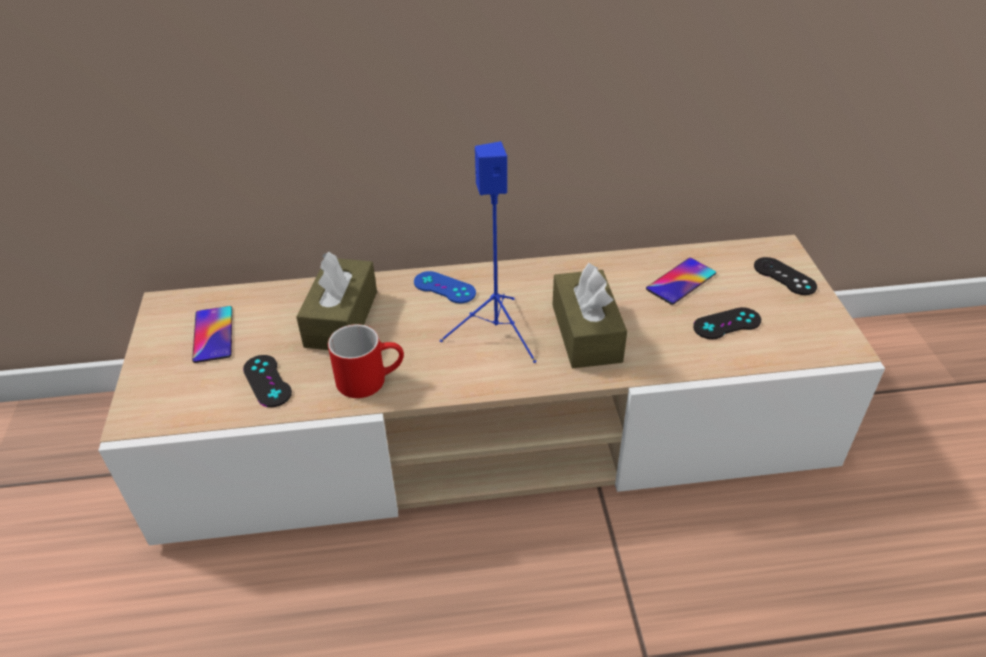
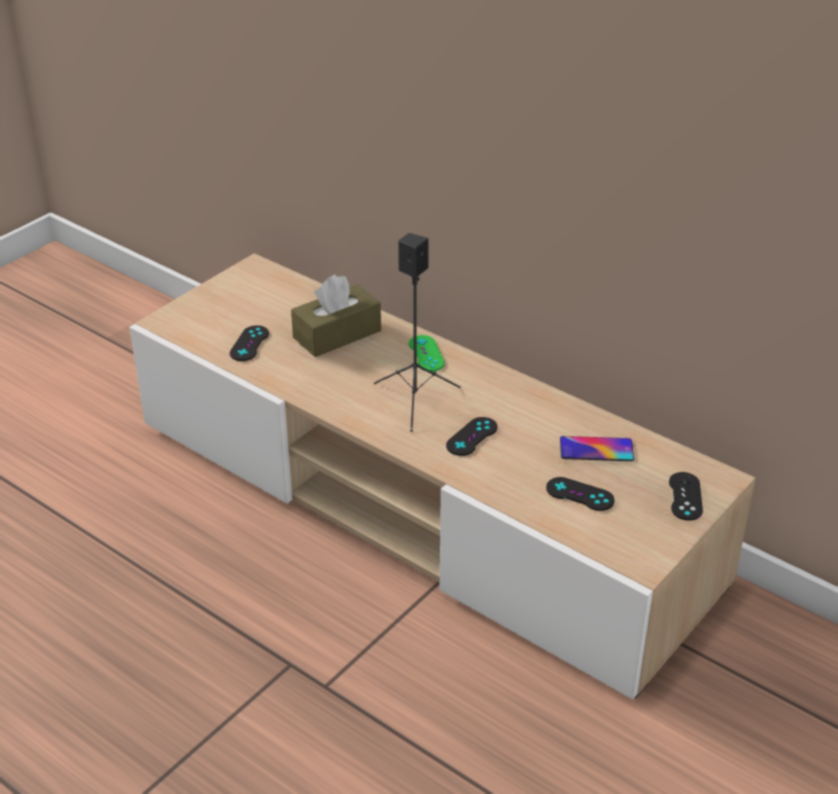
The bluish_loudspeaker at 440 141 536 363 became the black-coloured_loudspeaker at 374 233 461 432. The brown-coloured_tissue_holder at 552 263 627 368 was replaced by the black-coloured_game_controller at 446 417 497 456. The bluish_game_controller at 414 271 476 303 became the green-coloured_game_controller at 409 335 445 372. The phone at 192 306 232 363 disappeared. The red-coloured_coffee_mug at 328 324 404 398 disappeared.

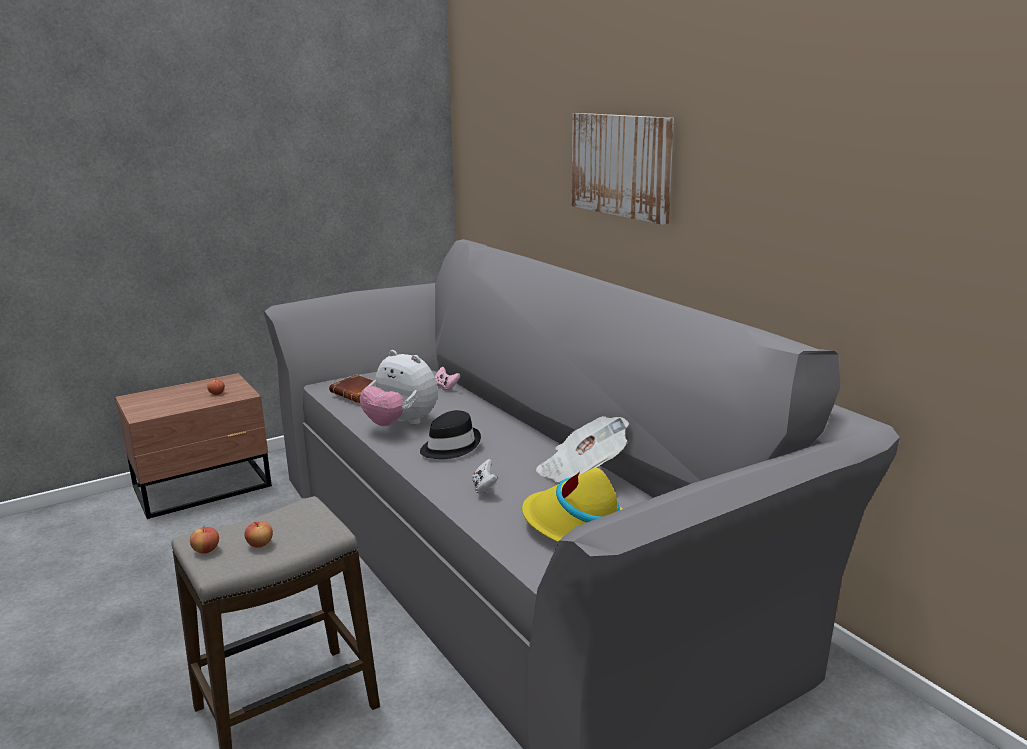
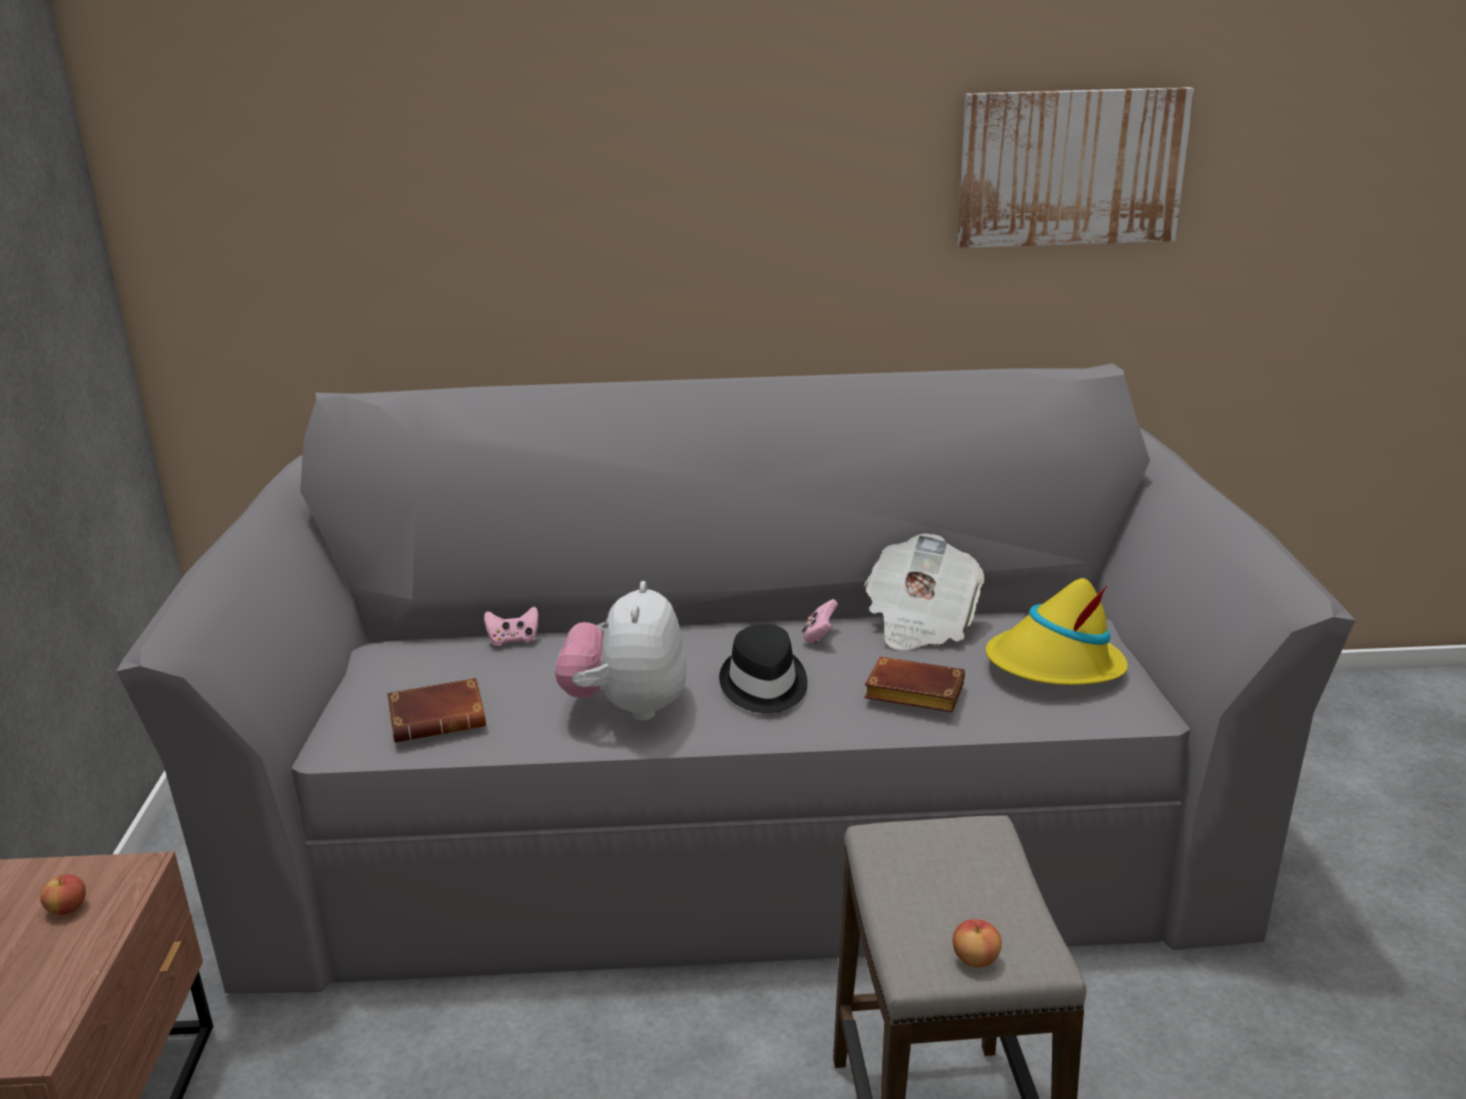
The picture moved from 572 113 674 225 to 958 87 1194 248. The cuddly_toy at 360 350 438 426 turned 120 degrees clockwise. The white-coloured_game_controller at 472 459 498 494 was replaced by the brown-coloured_book at 864 657 965 712. The whole_apple at 244 521 273 548 disappeared. The pinkish_game_controller at 802 599 838 644 appeared.

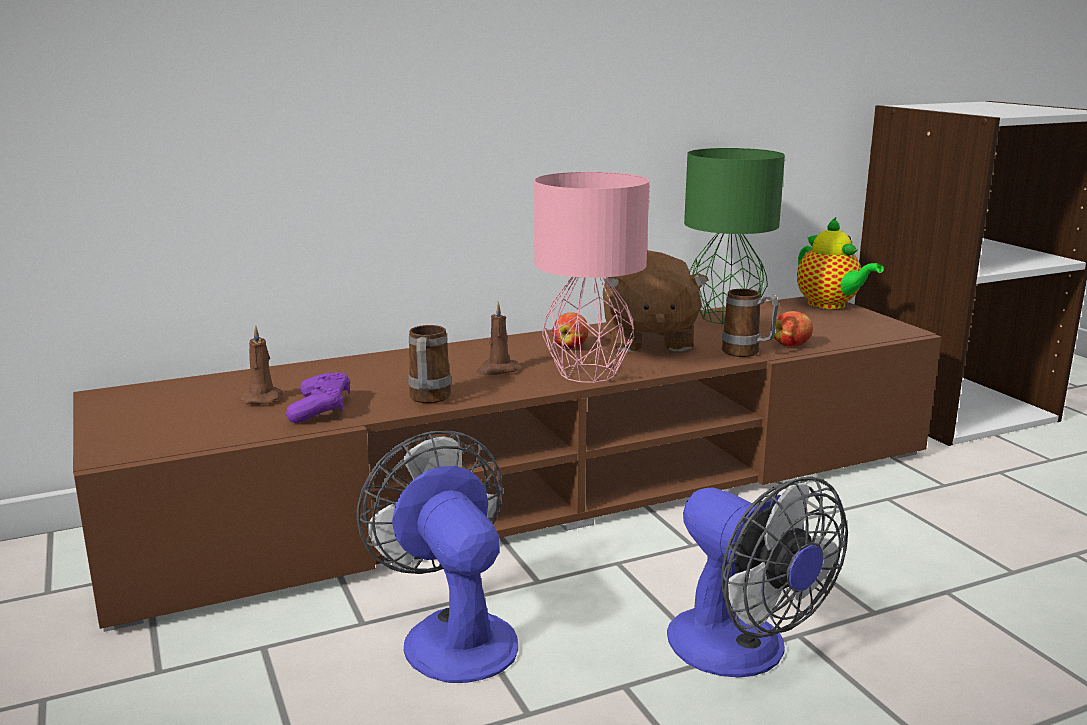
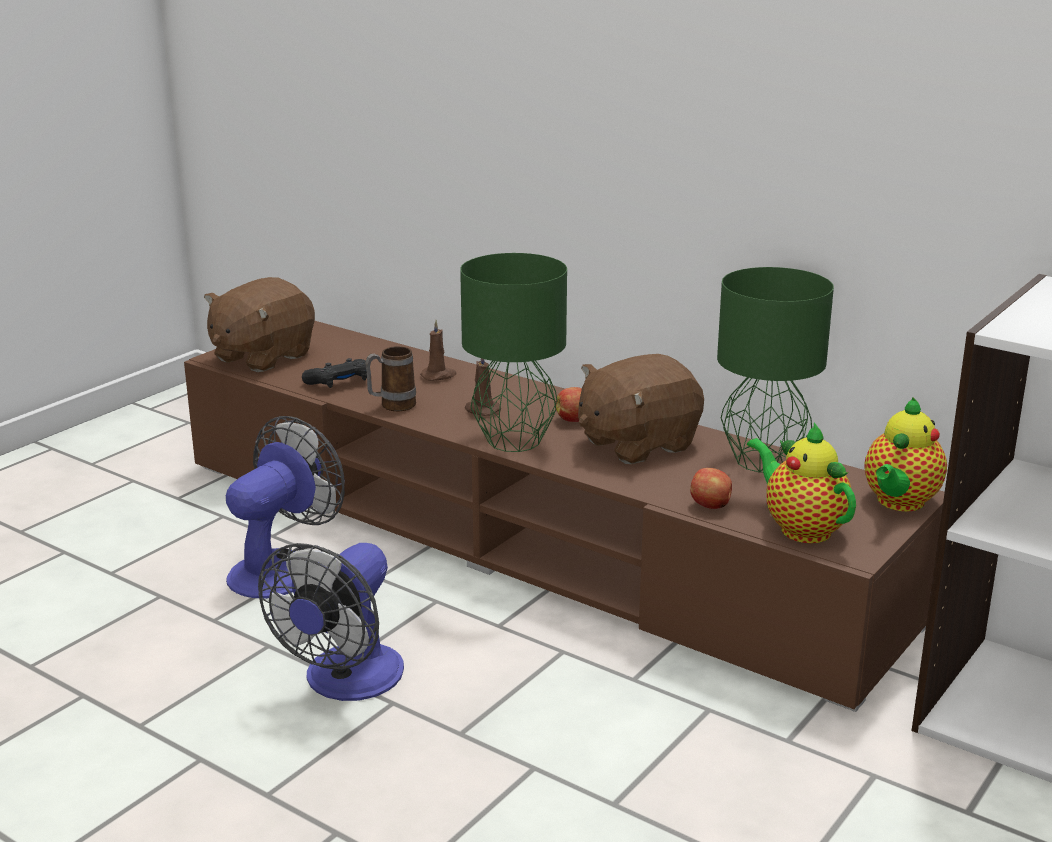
The pinkish_lamp_for_a_table at 534 172 649 383 became the green-coloured_lamp_for_a_table at 460 253 567 452. The coffee_mug at 722 289 779 357 disappeared. The brown-coloured_wax_candle moved from 240 325 283 404 to 420 320 457 381. The purplish_game_controller at 286 373 350 423 became the black-coloured_game_controller at 302 358 367 388. The brown-coloured_cuddly_toy at 204 277 315 372 appeared. The teapot at 747 422 856 543 appeared.

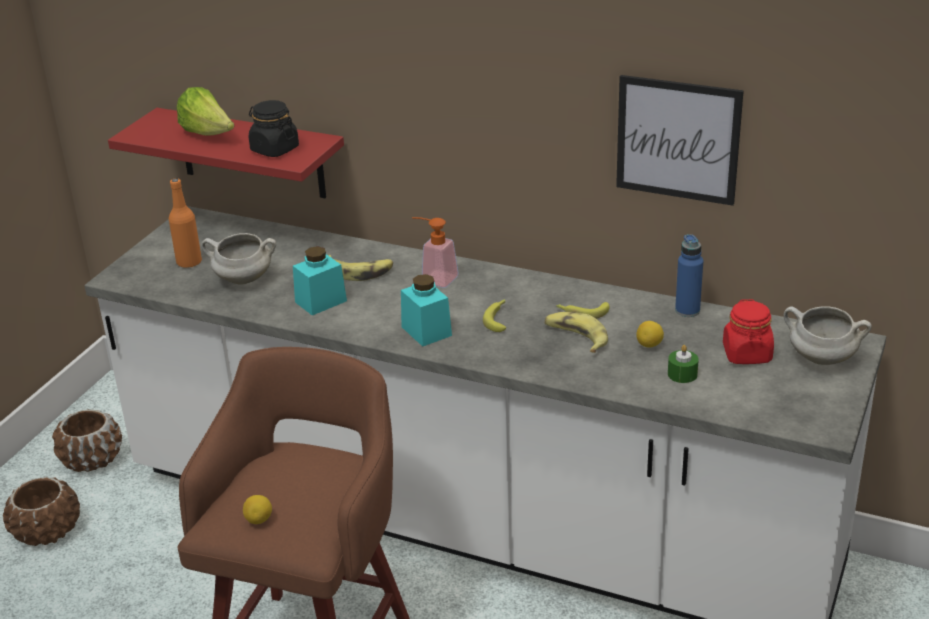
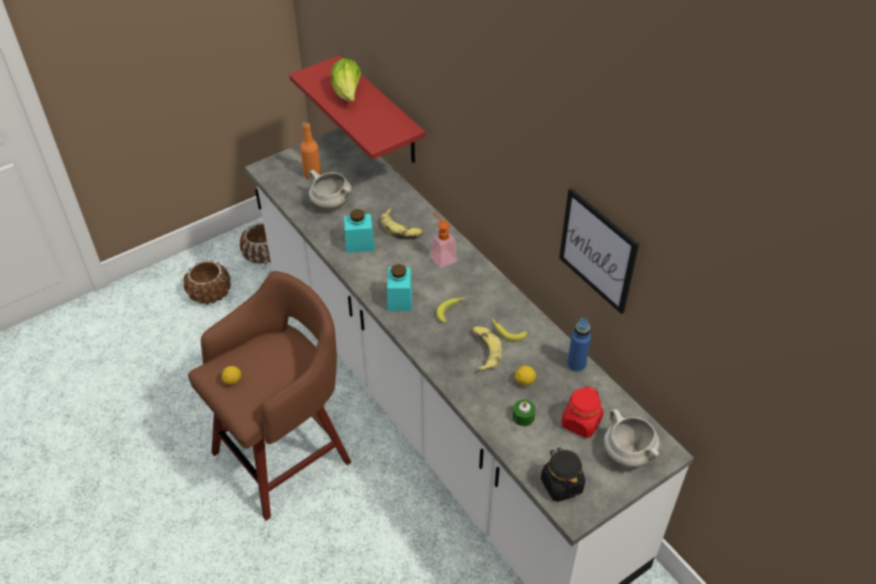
The black-coloured_preserve_jar moved from 249 100 299 157 to 541 447 585 502.

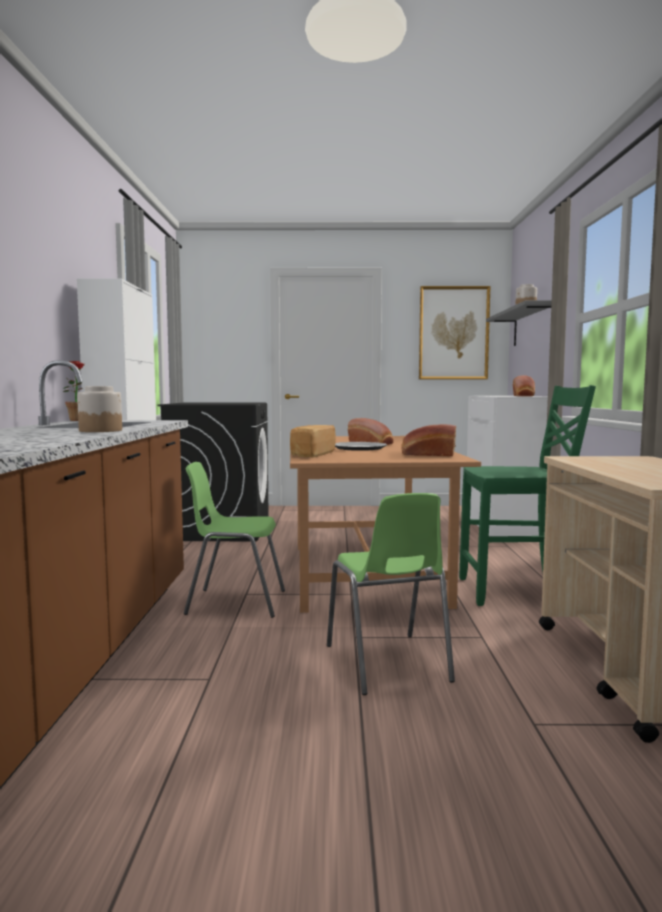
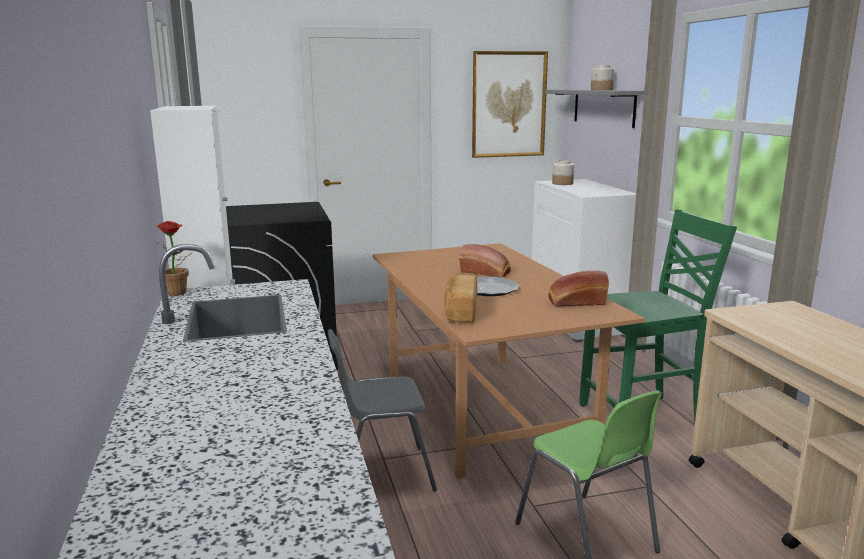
The bread at 513 375 535 396 disappeared. The preserve_jar moved from 77 386 122 432 to 552 160 574 185. The green-coloured_upright_chair at 184 462 285 618 became the gray_upright_chair at 328 329 437 491.

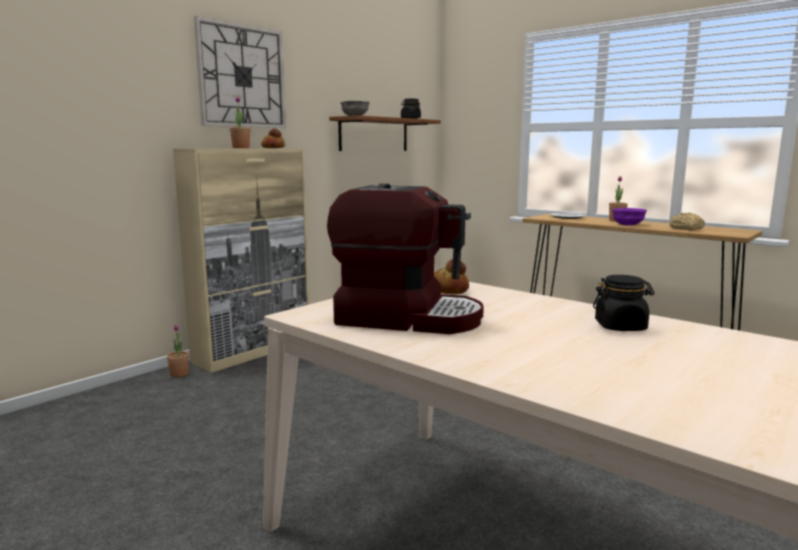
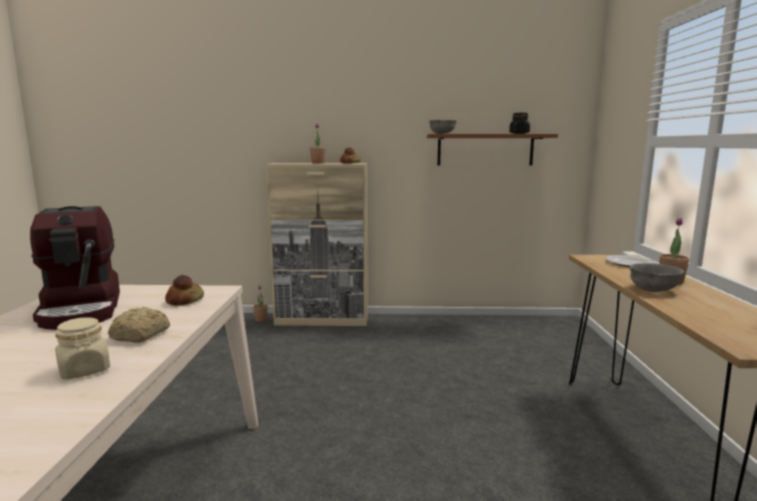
The wall_clock at 194 16 286 128 disappeared. The purplish_serving_bowl at 612 208 647 226 became the gray_serving_bowl at 630 263 684 292. The bread moved from 670 213 705 231 to 108 307 170 343. The black-coloured_preserve_jar at 593 275 654 331 became the beige-coloured_preserve_jar at 55 317 110 379.

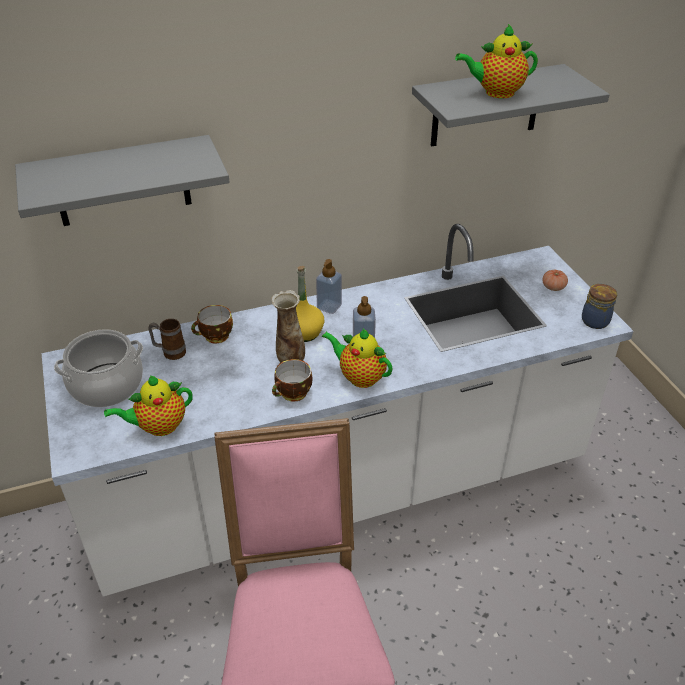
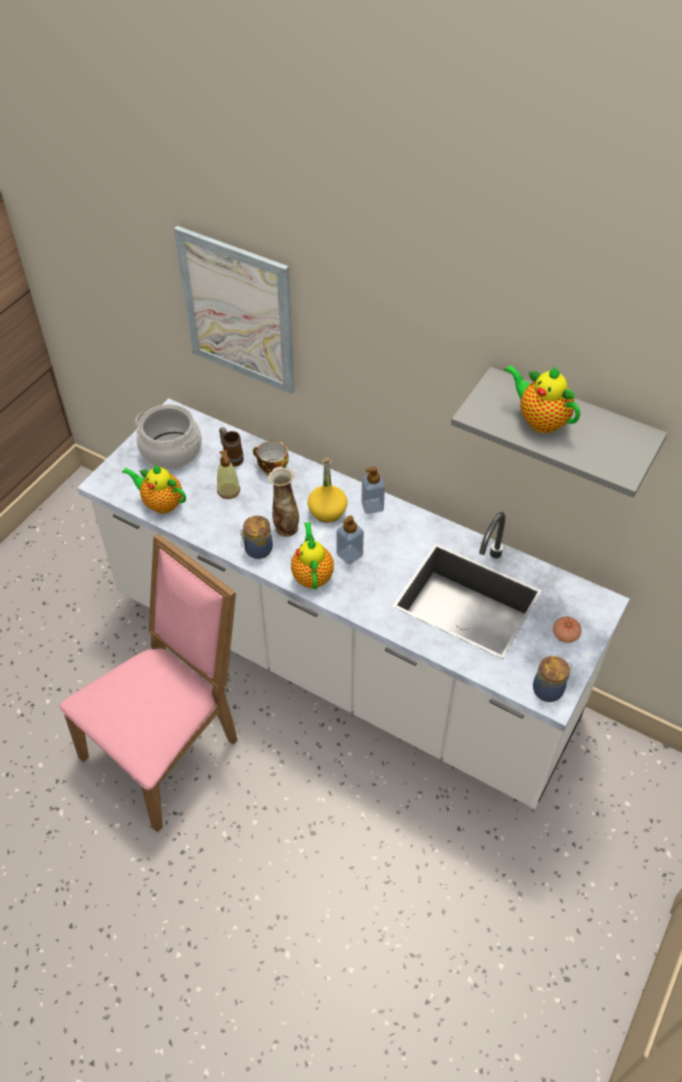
The gray_wall_shelf at 15 135 229 226 was replaced by the picture at 174 226 295 394. The small_cup at 272 359 312 402 was replaced by the preserve_jar at 240 516 273 559. The soap_bottle at 217 450 240 499 appeared.

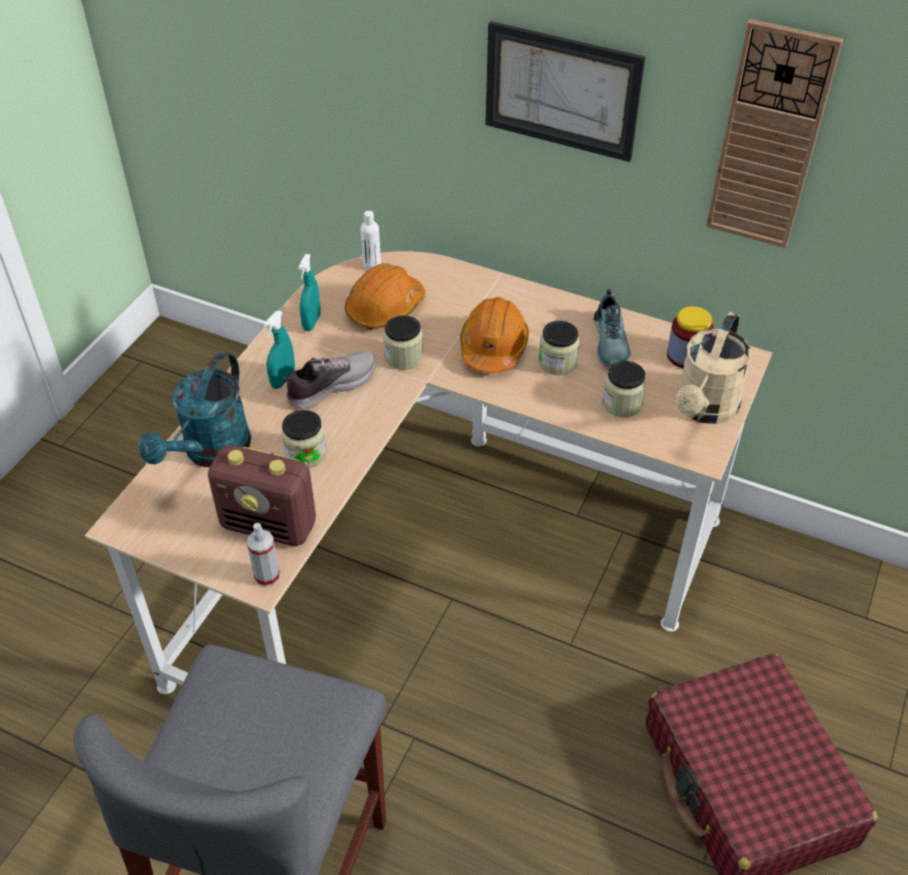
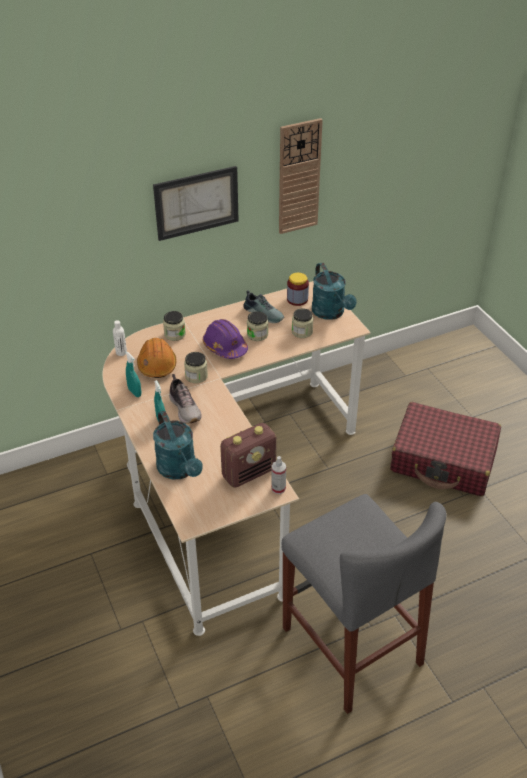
The orangey_safety_helmet at 460 297 529 373 became the purplish_safety_helmet at 203 319 248 359. The beige-coloured_sprinkling_can at 675 312 752 424 became the blue-green_sprinkling_can at 312 263 357 320. The low_shoe at 282 351 376 409 turned 150 degrees clockwise. The preserve_jar moved from 281 410 327 468 to 163 311 186 341.

